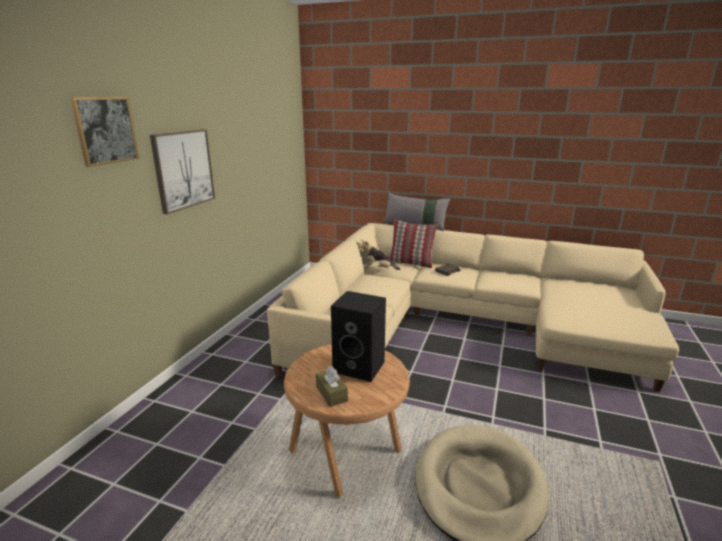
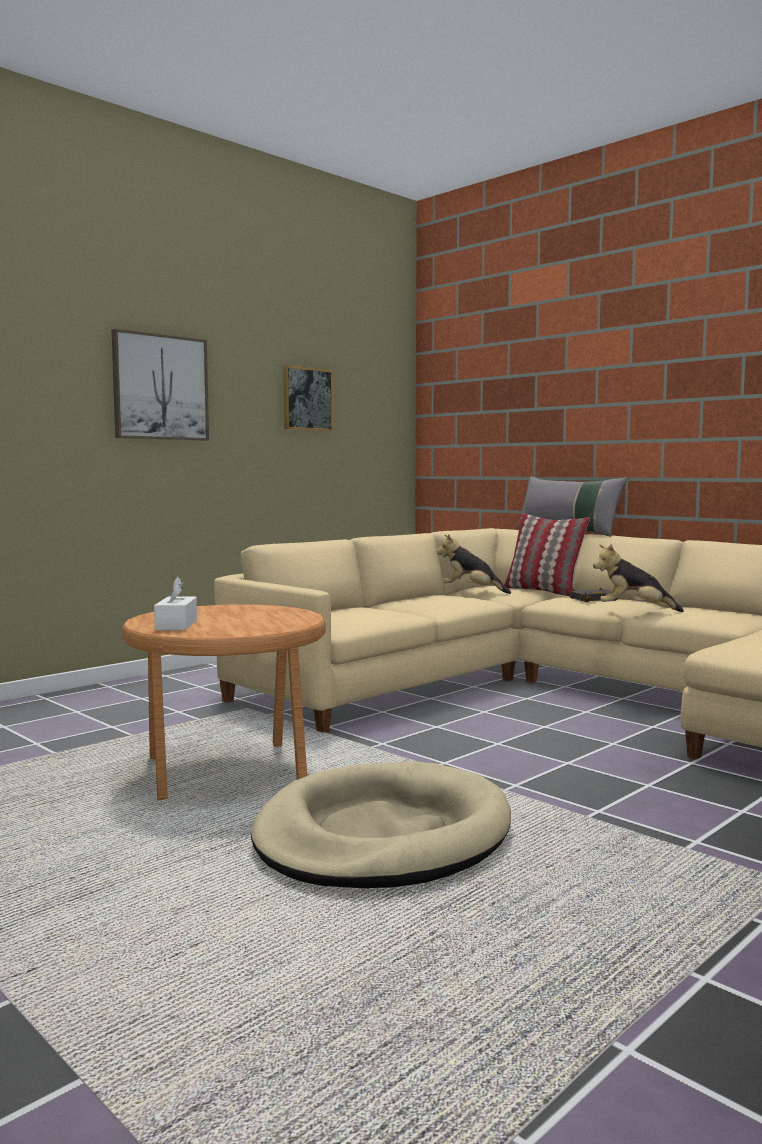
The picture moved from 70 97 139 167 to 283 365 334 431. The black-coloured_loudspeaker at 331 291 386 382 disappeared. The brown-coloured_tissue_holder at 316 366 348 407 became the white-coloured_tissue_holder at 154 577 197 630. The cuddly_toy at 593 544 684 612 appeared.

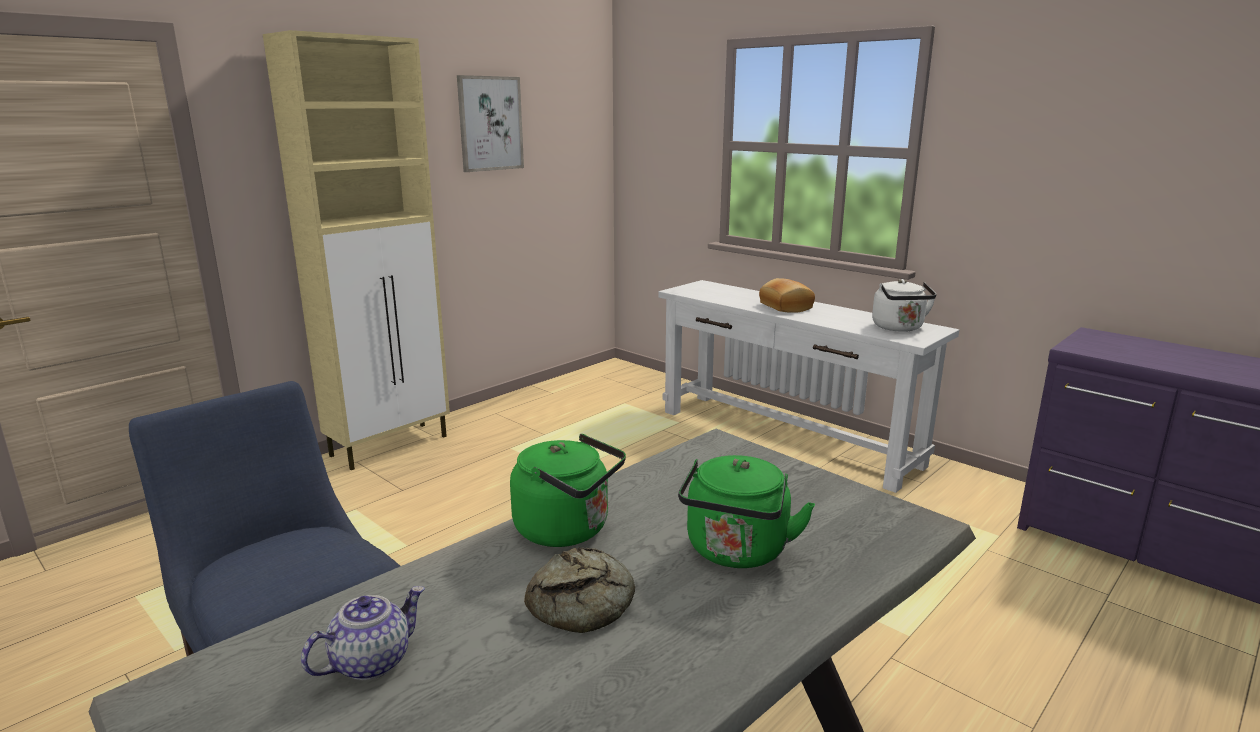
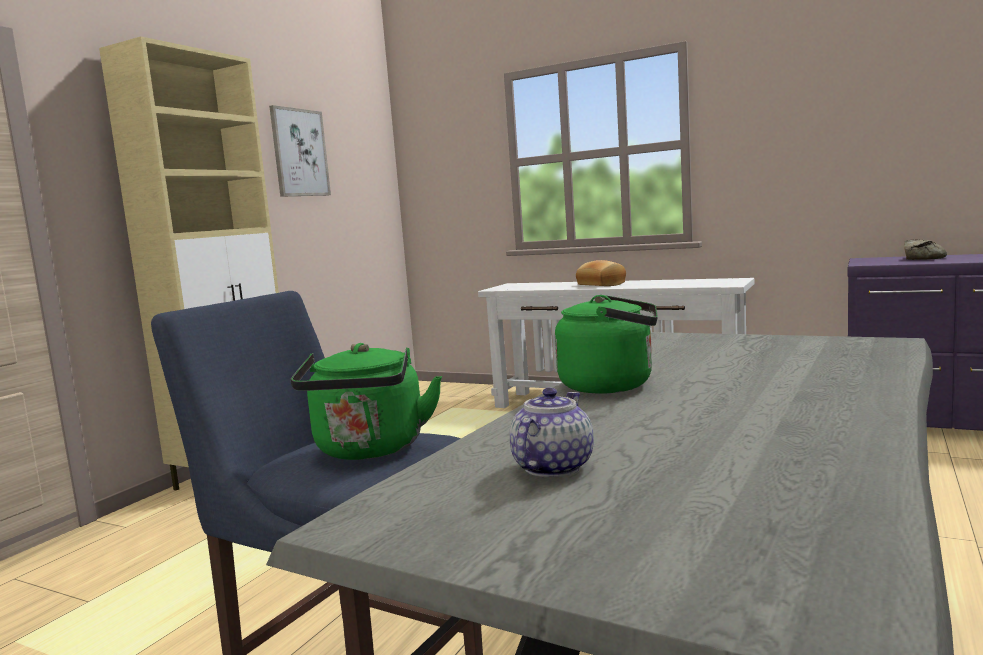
The white-coloured_kettle at 872 279 936 332 disappeared. The green-coloured_kettle moved from 678 455 815 568 to 291 343 442 460. The bread moved from 524 548 635 633 to 904 239 947 260.

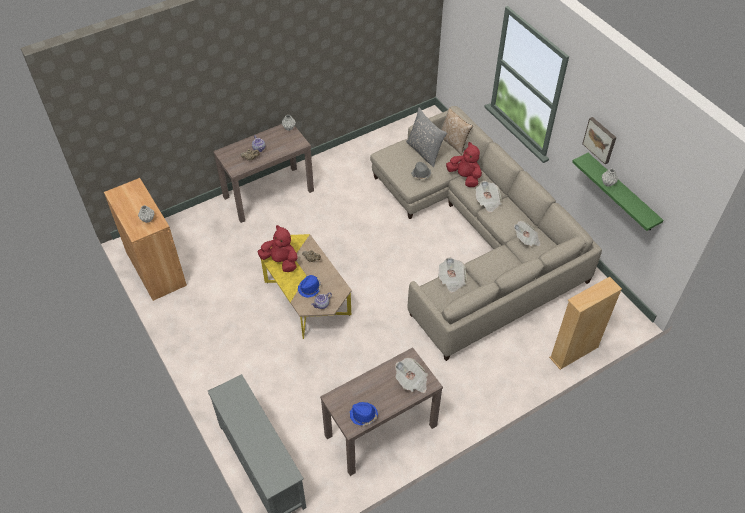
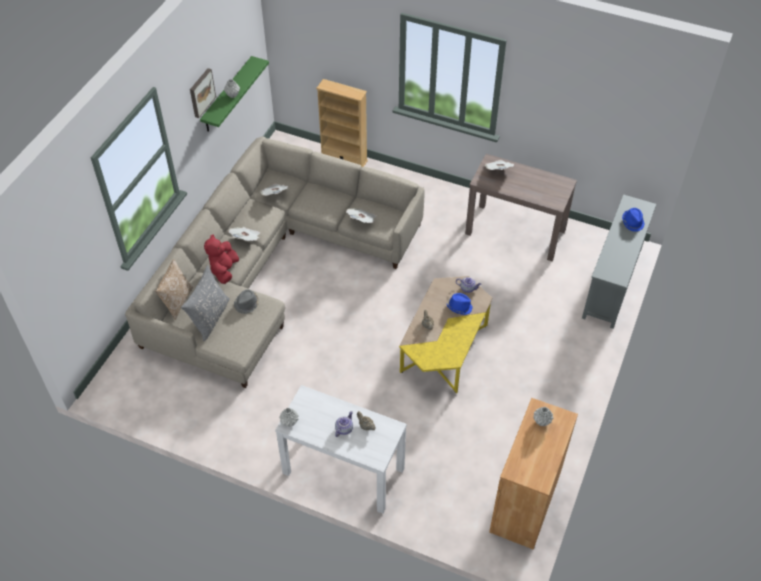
The brown-coloured_console_table at 213 124 314 223 became the white-coloured_console_table at 275 385 407 513. The red-coloured_cuddly_toy at 257 225 298 272 disappeared. The bluish_wearable_hat moved from 350 402 378 426 to 622 208 645 232.

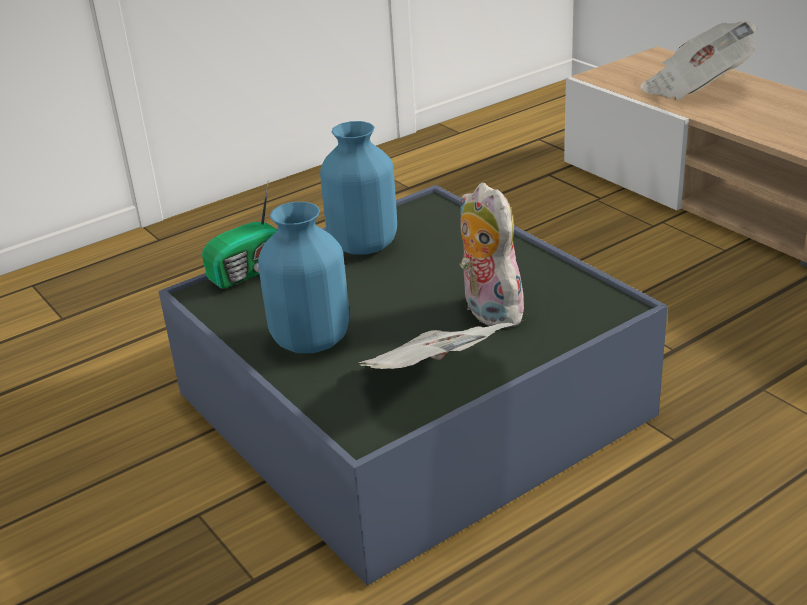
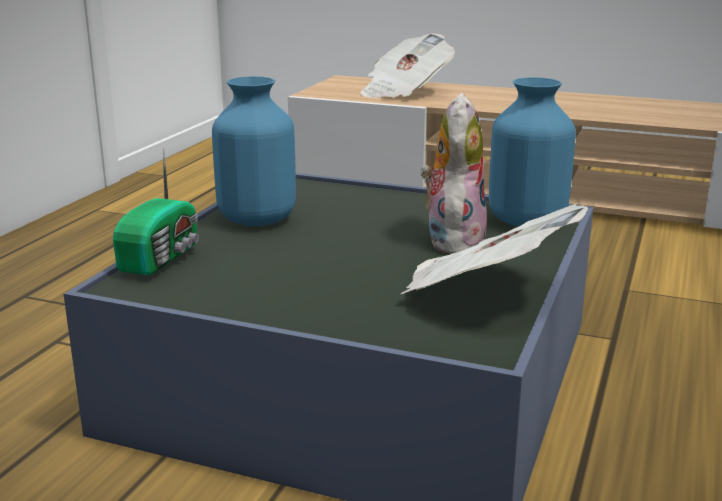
The cuddly_toy at 460 183 527 328 turned 75 degrees clockwise. The bluish_decorative_vase moved from 258 202 349 353 to 489 77 576 227.

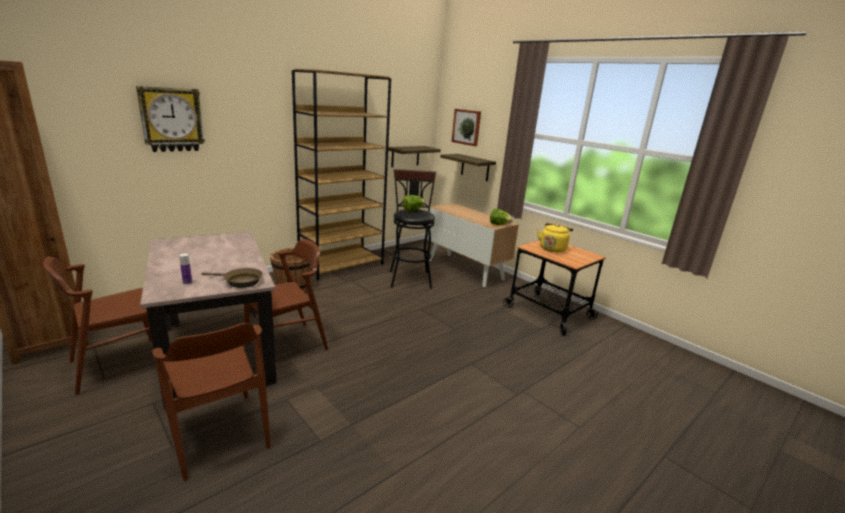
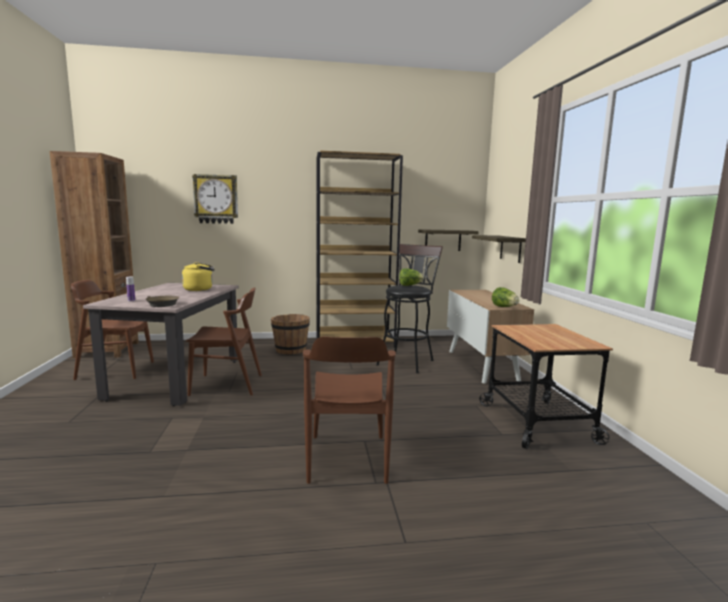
The picture at 452 109 481 146 disappeared. The yellowish_kettle moved from 537 223 573 252 to 182 262 215 291. The brown-coloured_upright_chair moved from 152 323 271 481 to 303 337 396 484.

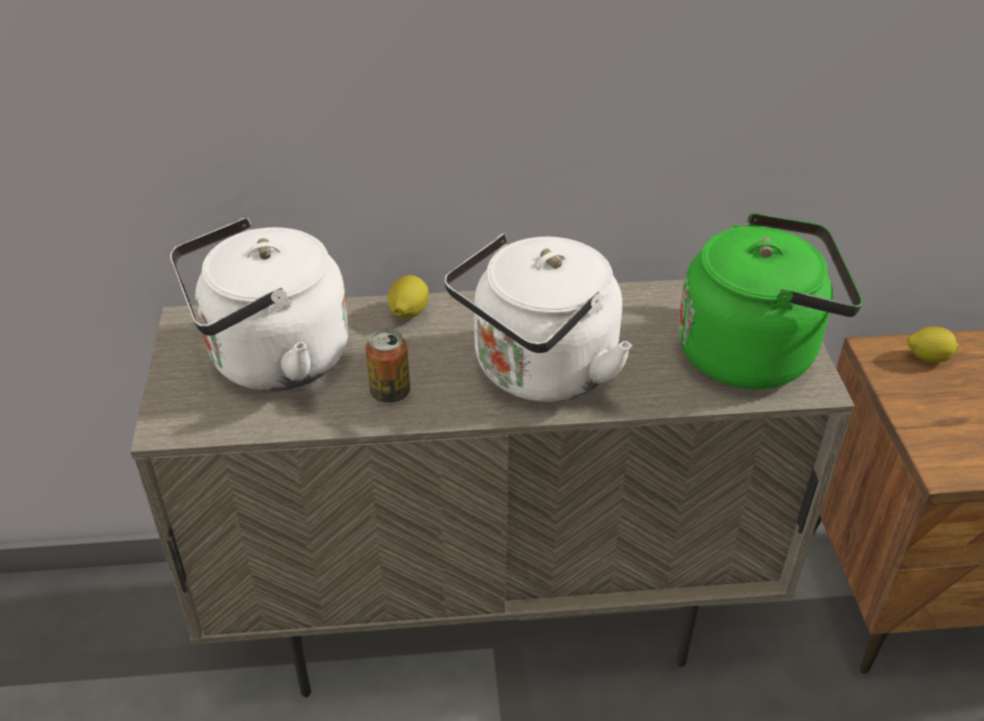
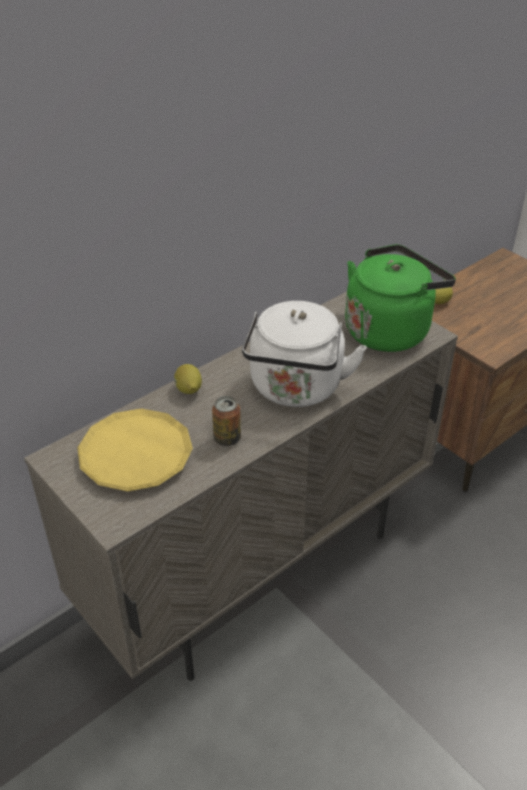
The white-coloured_kettle at 170 218 349 391 was replaced by the yellowish_dinner_plate at 77 408 193 492.

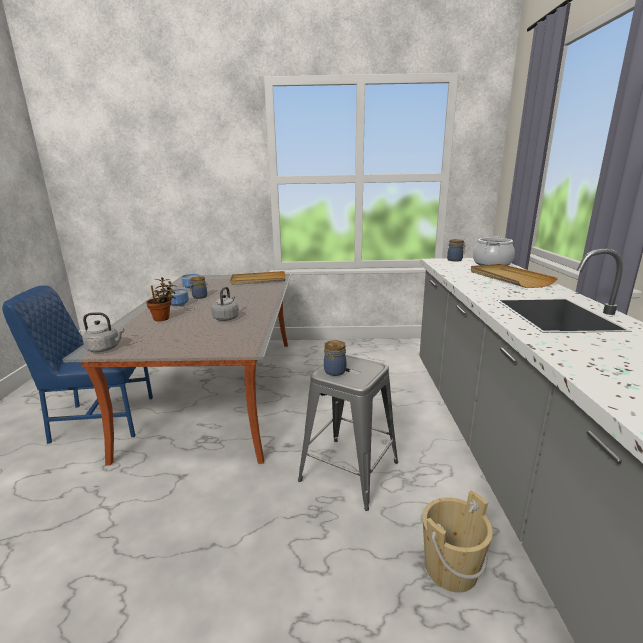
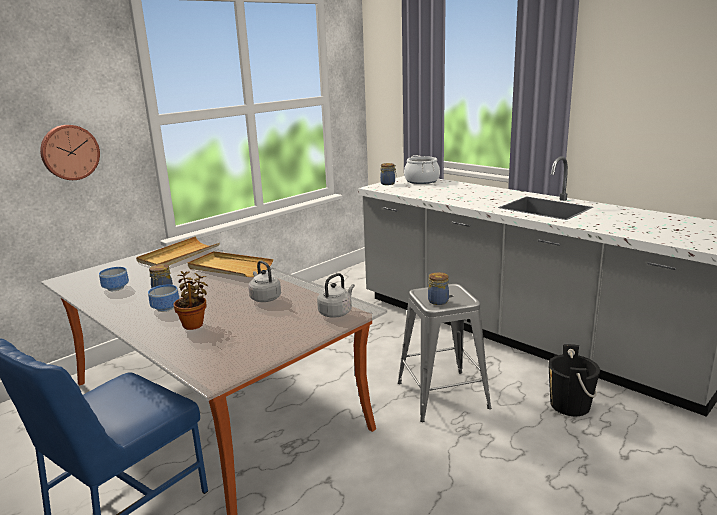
The beige-coloured_serving_tray moved from 471 264 558 288 to 188 251 273 277. The gray_kettle moved from 82 312 124 352 to 317 273 355 318. The beige-coloured_bucket at 422 490 493 593 became the black-coloured_bucket at 548 344 600 416. The wall_clock at 40 125 100 180 appeared.

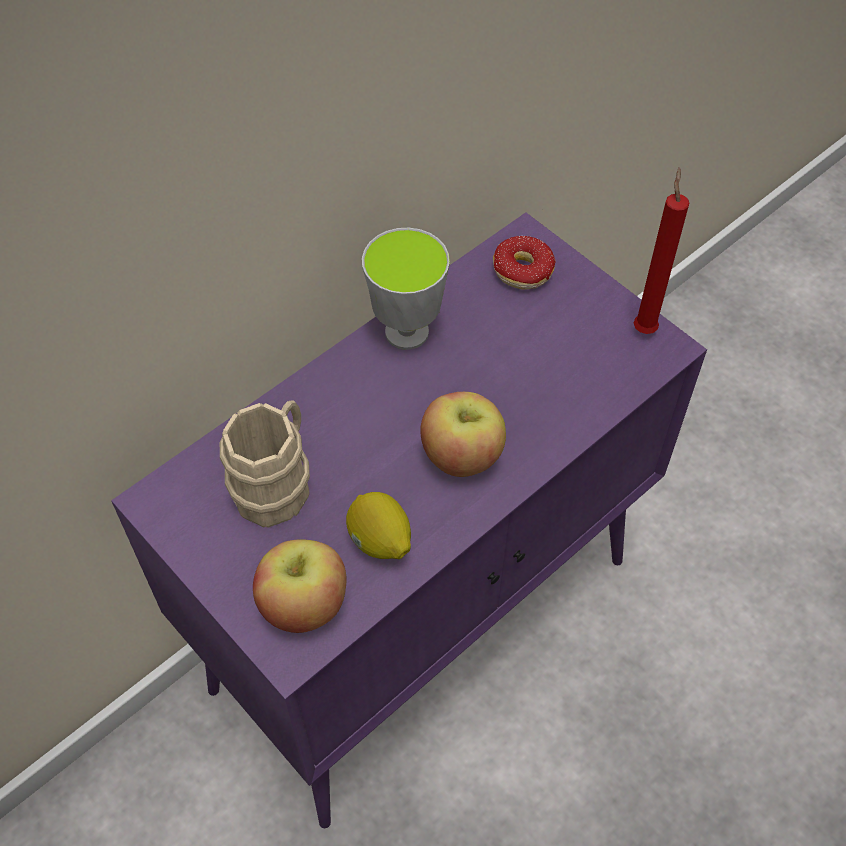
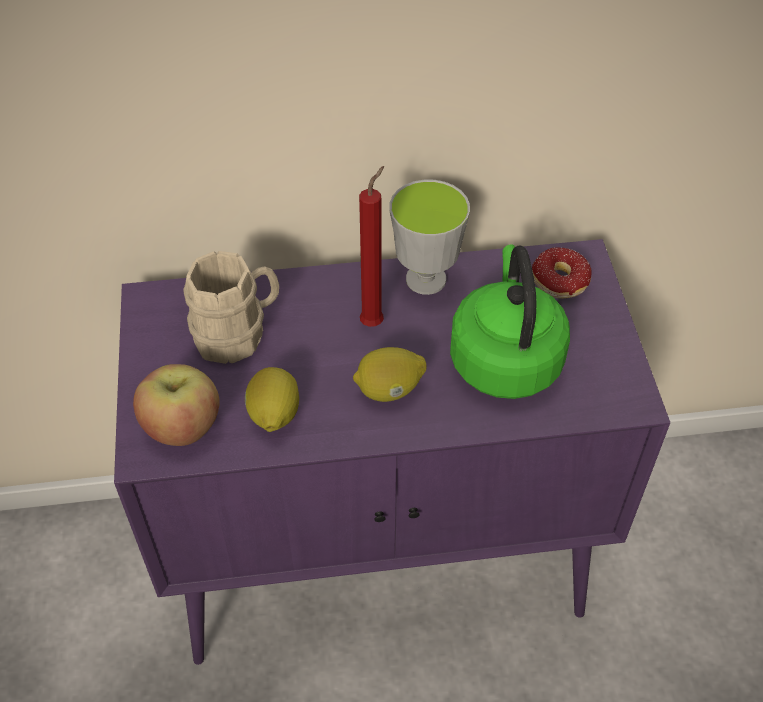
The red-coloured_wax_candle moved from 634 167 689 334 to 359 166 384 327. The whole_apple at 420 392 506 477 was replaced by the whole_lemon at 353 347 426 402. The green-coloured_kettle at 450 244 570 399 appeared.

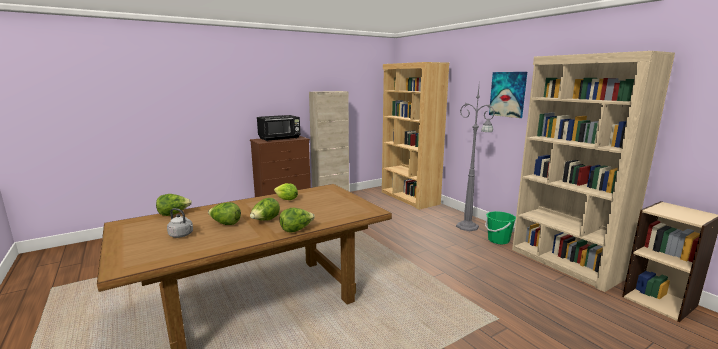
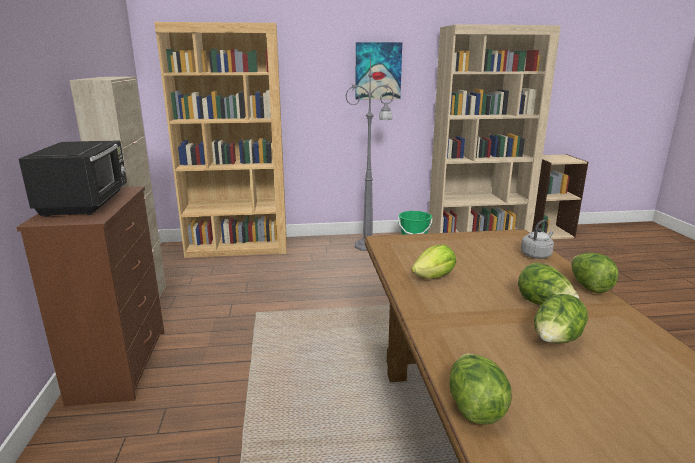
The gray_kettle moved from 167 208 193 238 to 521 220 554 259.

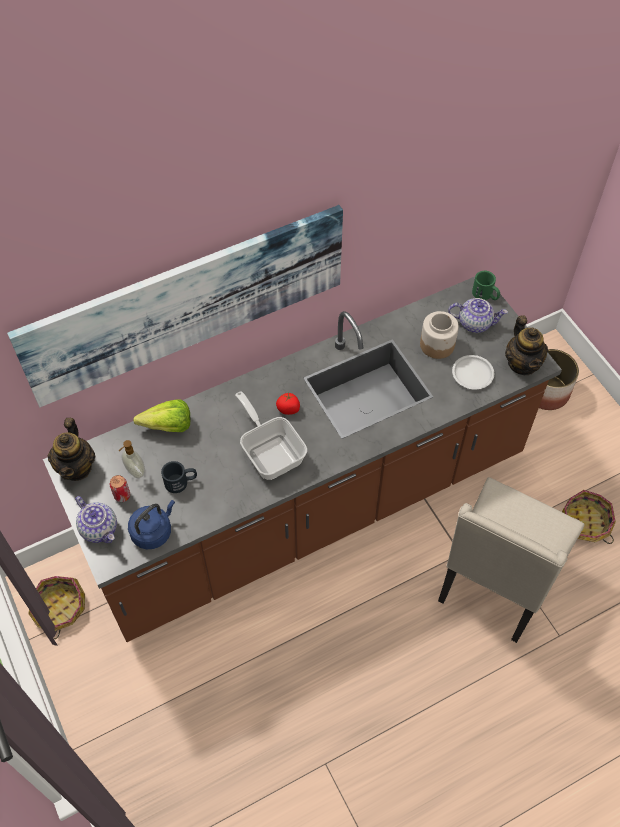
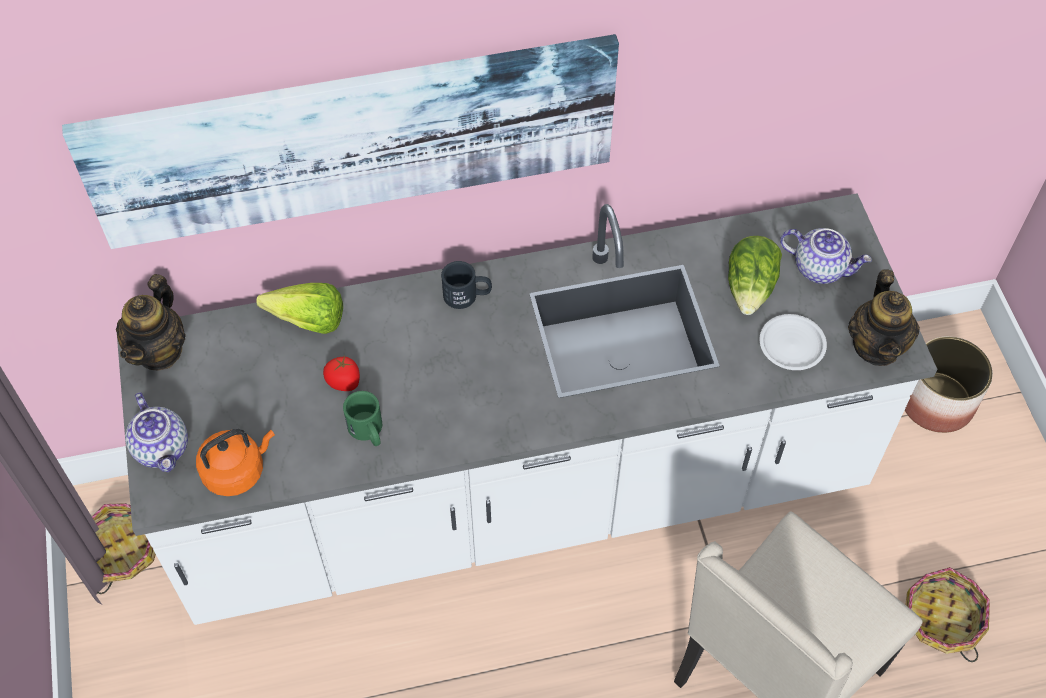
The green-coloured_coffee_mug moved from 472 271 500 300 to 343 391 382 446. The brown-coloured_kitchen_counter at 43 277 562 642 became the white-coloured_kitchen_counter at 117 193 938 625. The preserve_jar at 420 311 459 359 was replaced by the head_of_lettuce at 728 236 782 315. The pan at 235 391 307 480 disappeared. The fresh_tomato moved from 276 392 300 415 to 323 356 360 391. The soap_bottle at 118 440 145 478 disappeared. The black-coloured_coffee_mug moved from 161 461 197 493 to 441 261 492 309. The metal_can at 110 475 130 502 disappeared. The bluish_kettle at 128 500 175 549 became the orangey_kettle at 196 429 275 496.

